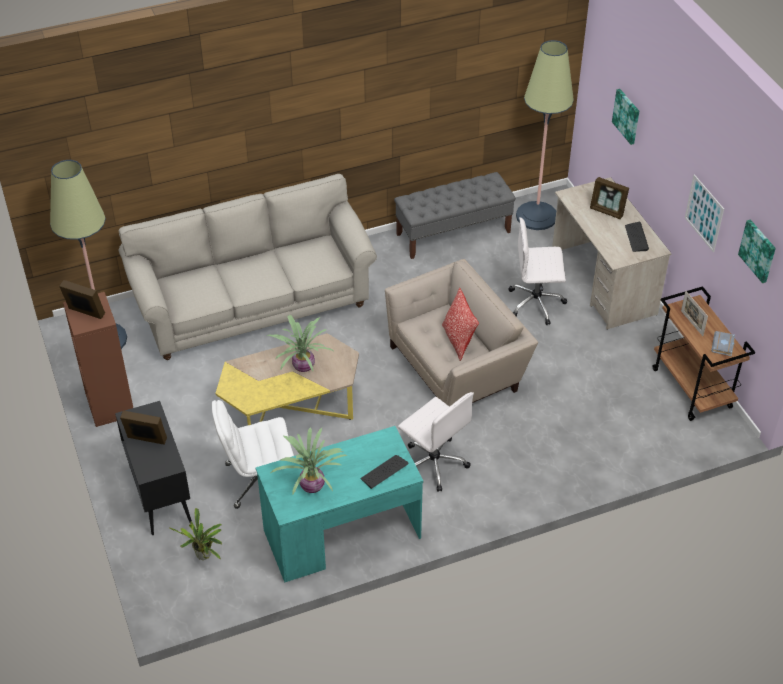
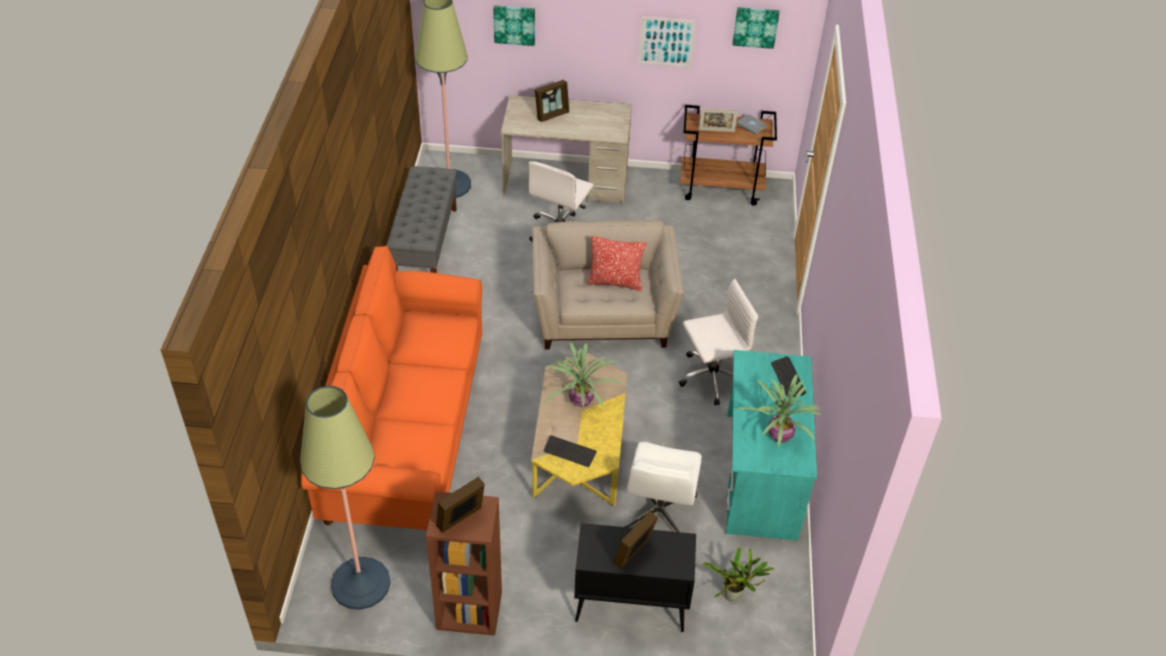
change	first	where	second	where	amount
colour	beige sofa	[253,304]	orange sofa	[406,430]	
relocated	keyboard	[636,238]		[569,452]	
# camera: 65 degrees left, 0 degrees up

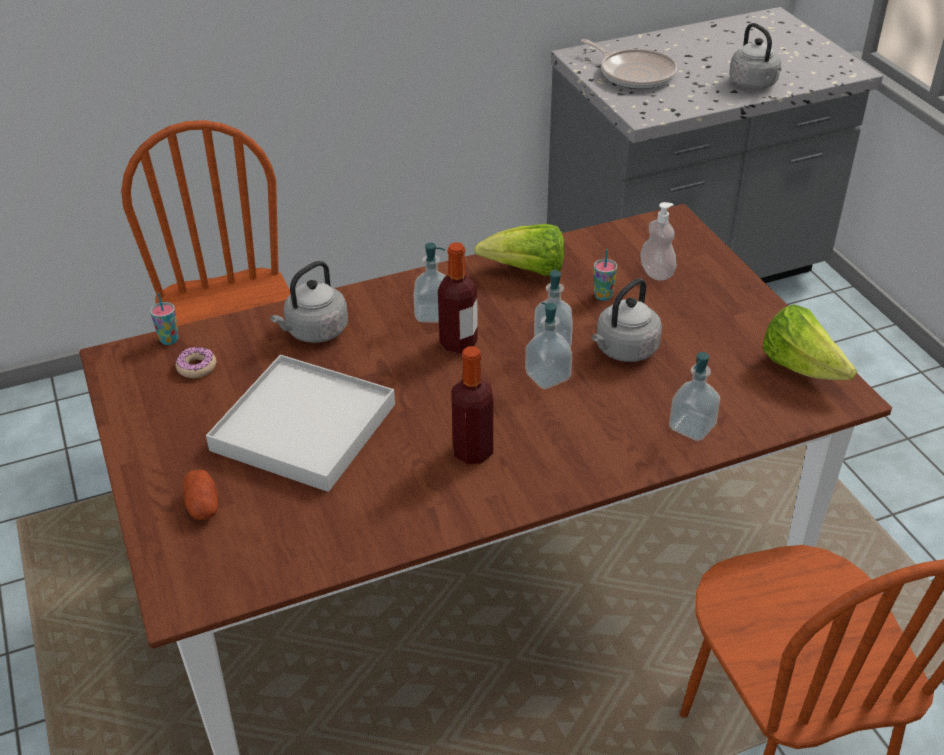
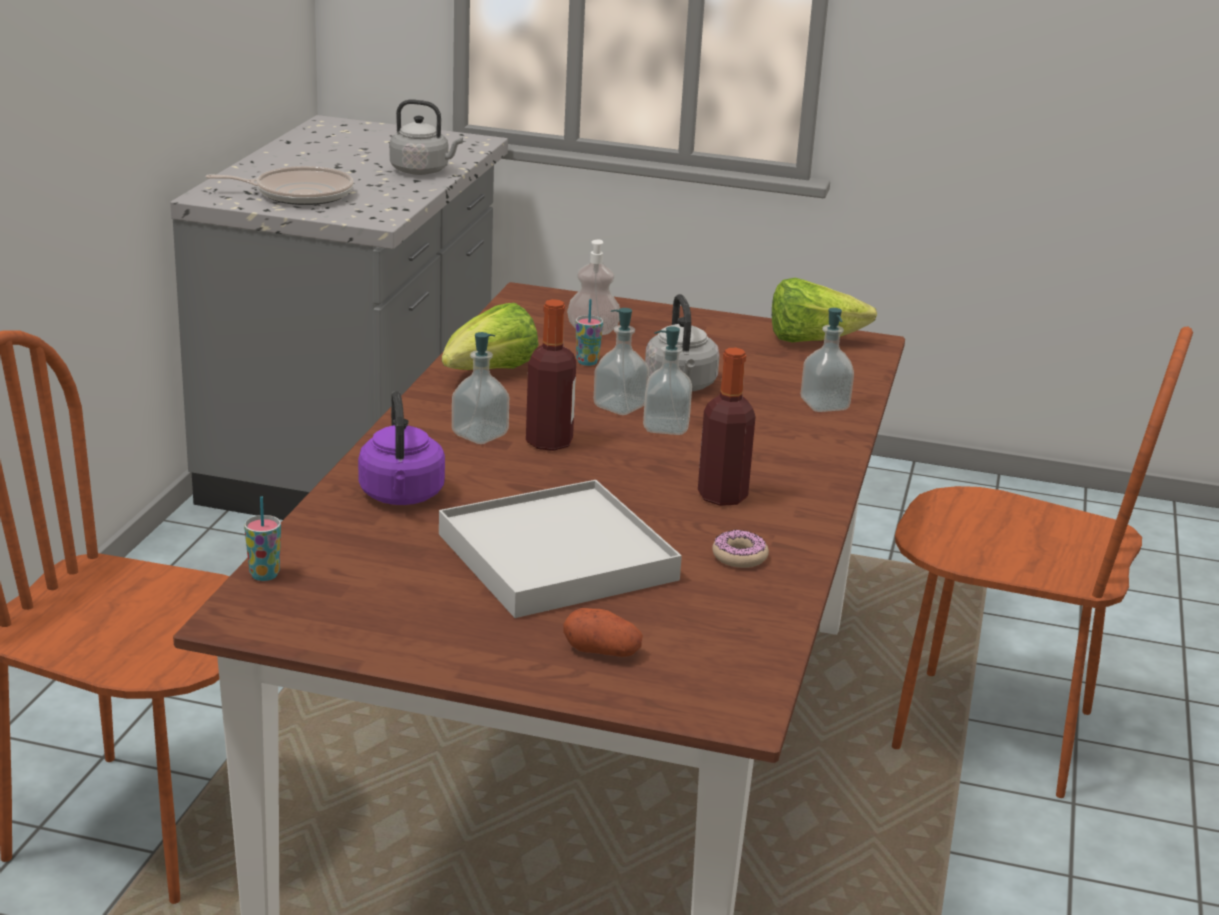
change	first	where	second	where	amount
colour	grey kettle	[314,332]	purple kettle	[402,496]	
relocated	donut	[196,367]		[739,557]	
# camera: 55 degrees left, 15 degrees down

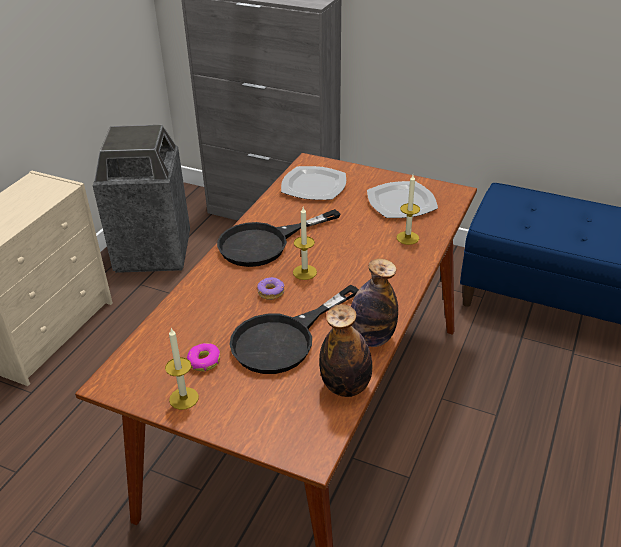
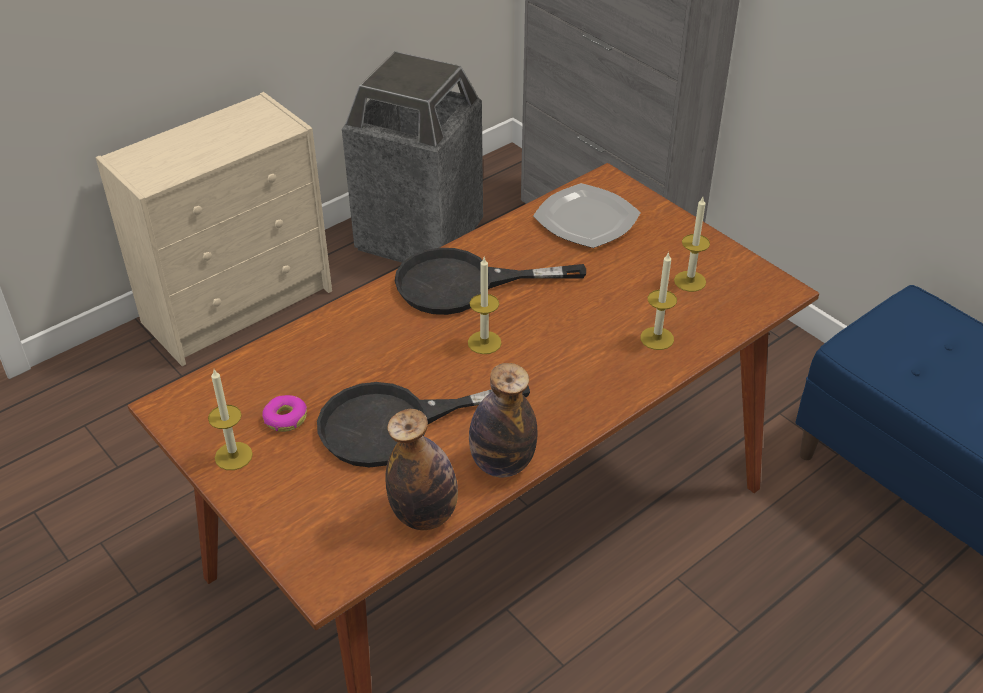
change	first	where	second	where	amount
exchanged	plate	[401,202]	candle	[690,281]	
missing	donut	[271,292]			
# camera: 25 degrees right, 5 degrees up

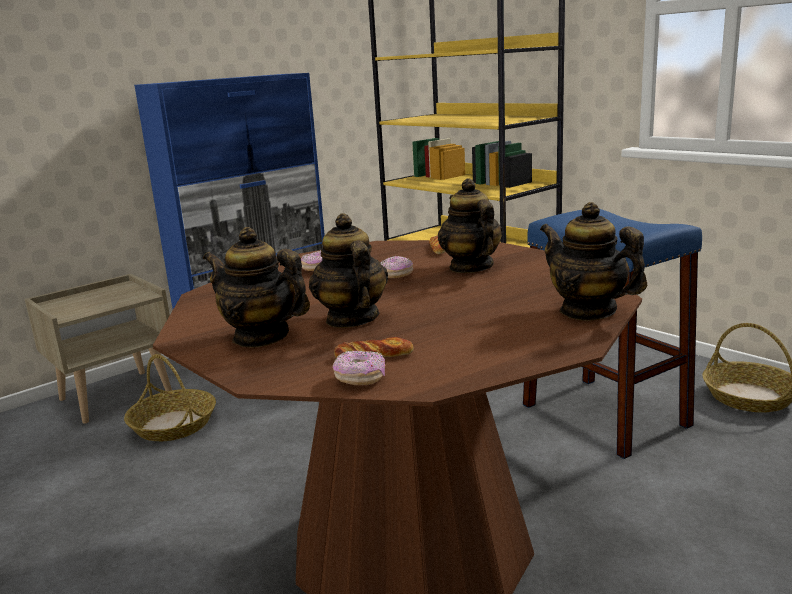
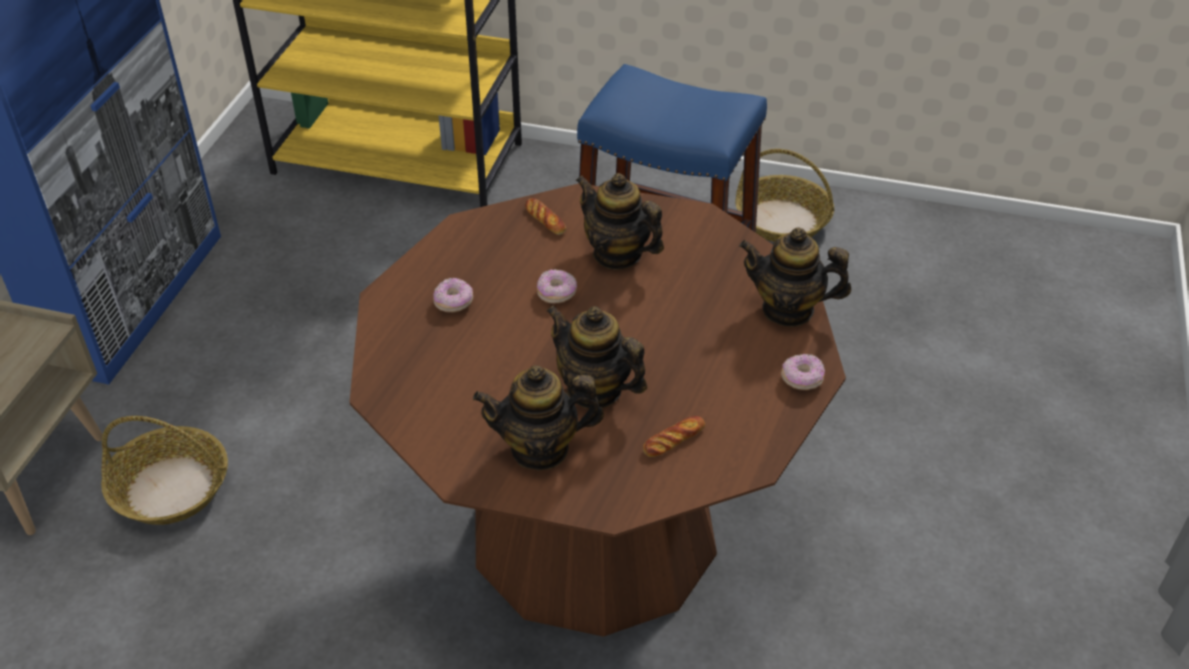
change	first	where	second	where	amount
relocated	donut	[360,379]		[802,379]	
# camera: 35 degrees left, 25 degrees up

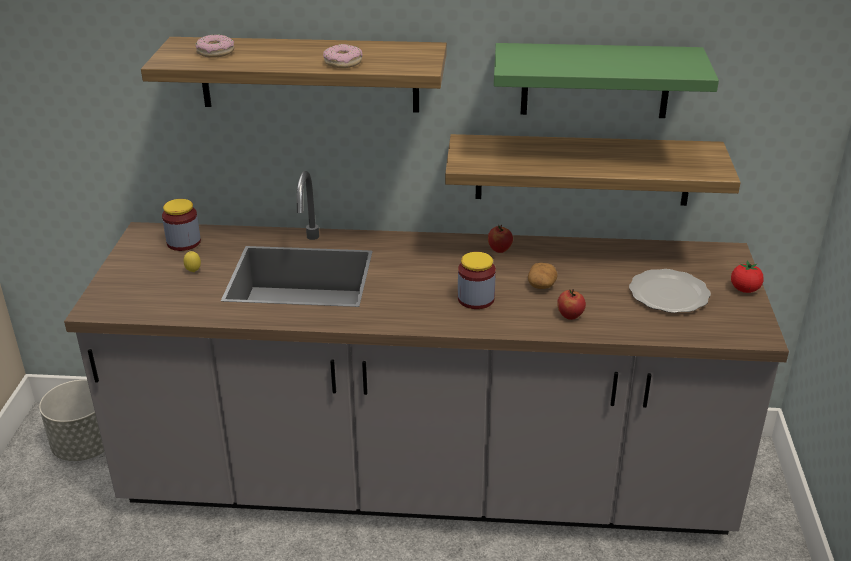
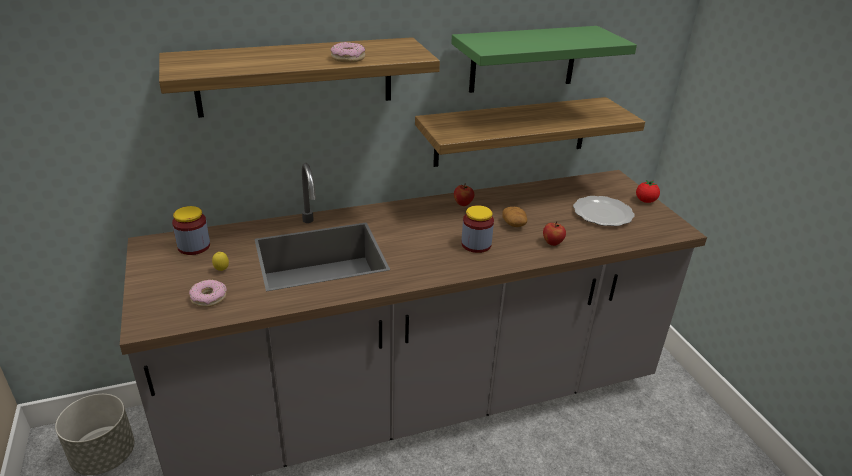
change	first	where	second	where	amount
relocated	donut	[215,52]		[209,298]	
# camera: 25 degrees left, 0 degrees up

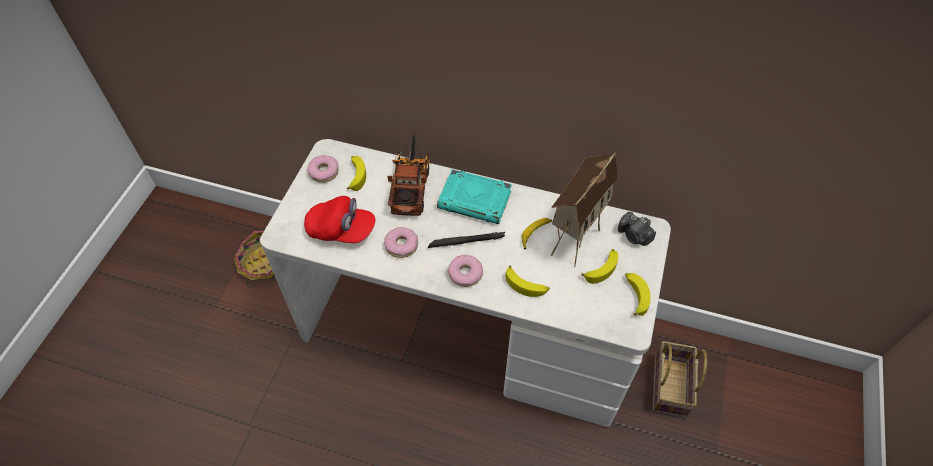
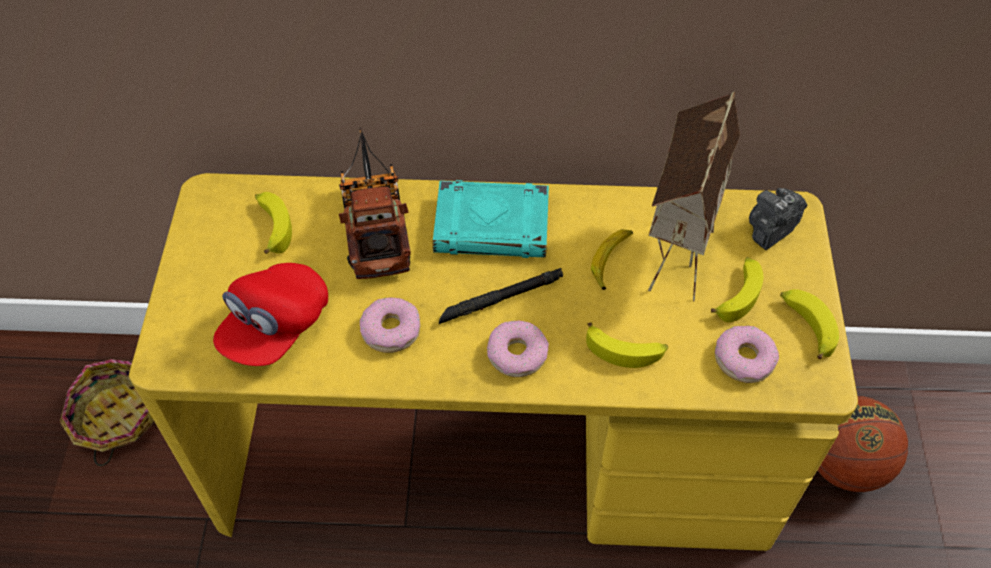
change	first	where	second	where	amount
colour	white desk	[466,328]	yellow desk	[495,445]	
spun	red cap	[341,230]		[275,327]	120 degrees clockwise
relocated	donut	[323,172]		[744,359]	
spun	photo camera	[634,236]		[771,229]	105 degrees clockwise
exchanged	basket	[670,389]	basketball	[844,464]	
# camera: 15 degrees left, 0 degrees up

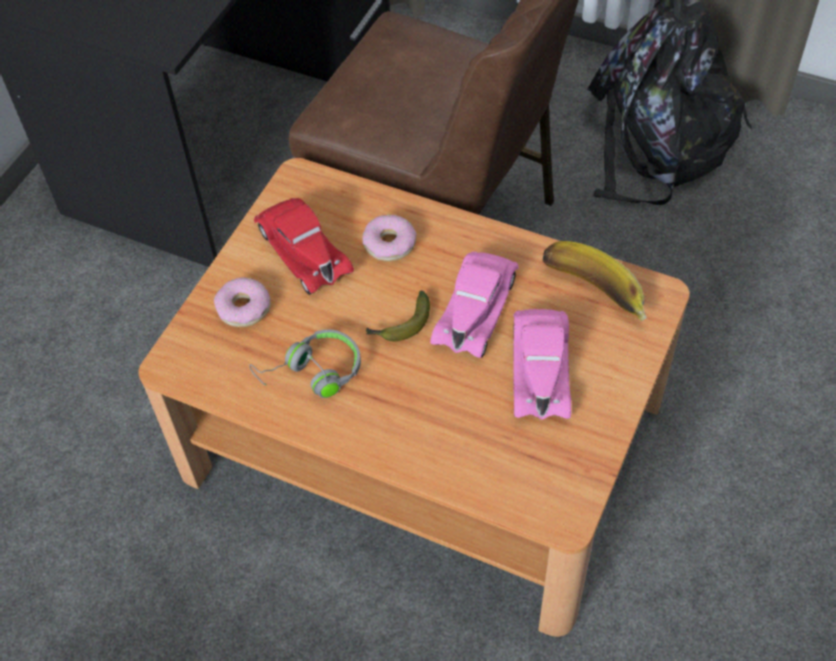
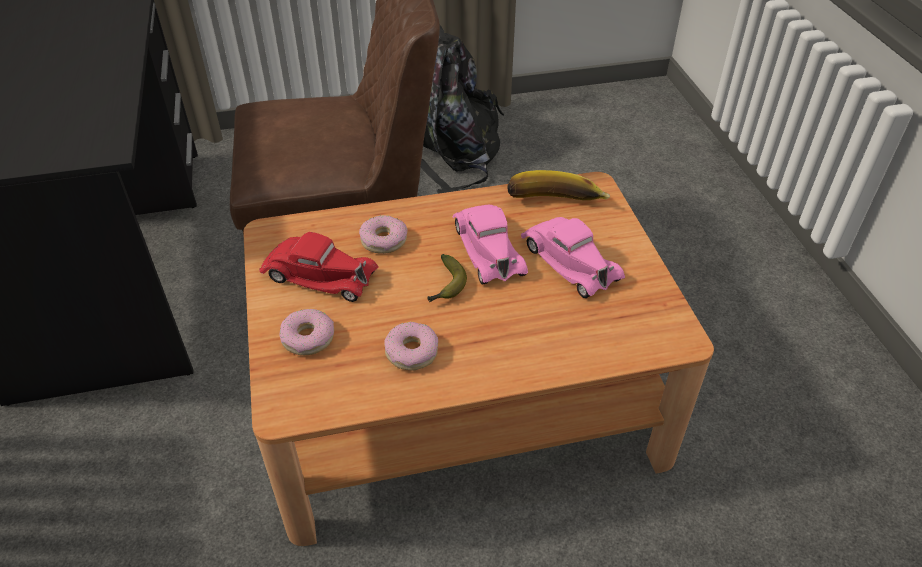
change	first	where	second	where	amount
exchanged	grey headphones	[313,373]	donut	[411,352]	
# camera: 40 degrees left, 10 degrees down

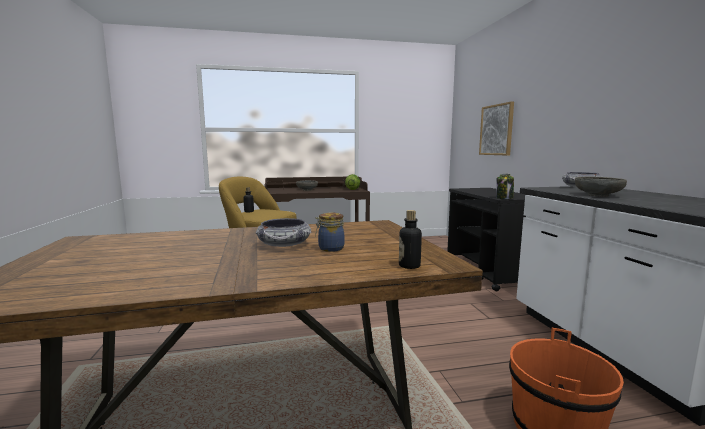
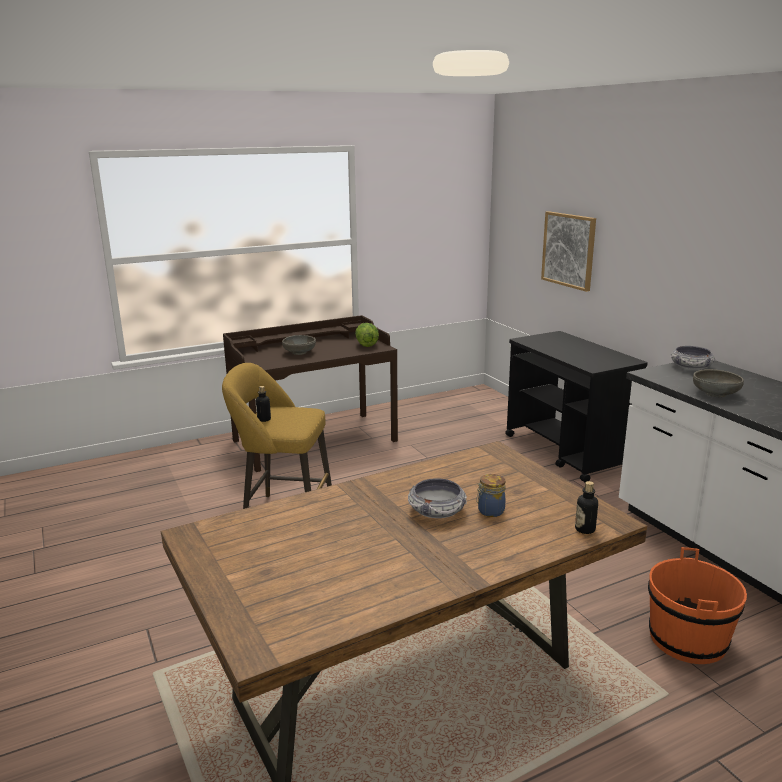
change	first	where	second	where	amount
missing	jar	[504,198]			
# camera: 15 degrees left, 10 degrees up

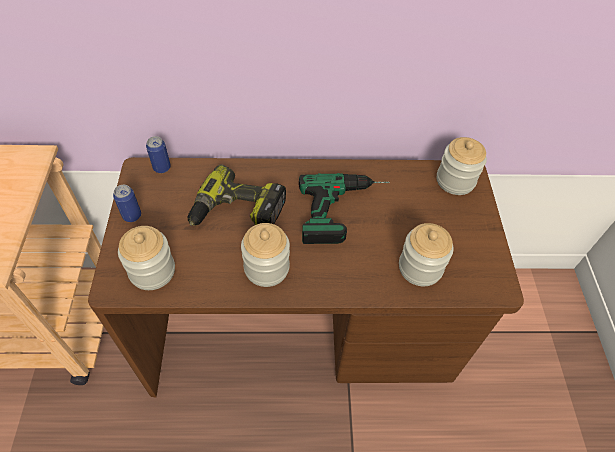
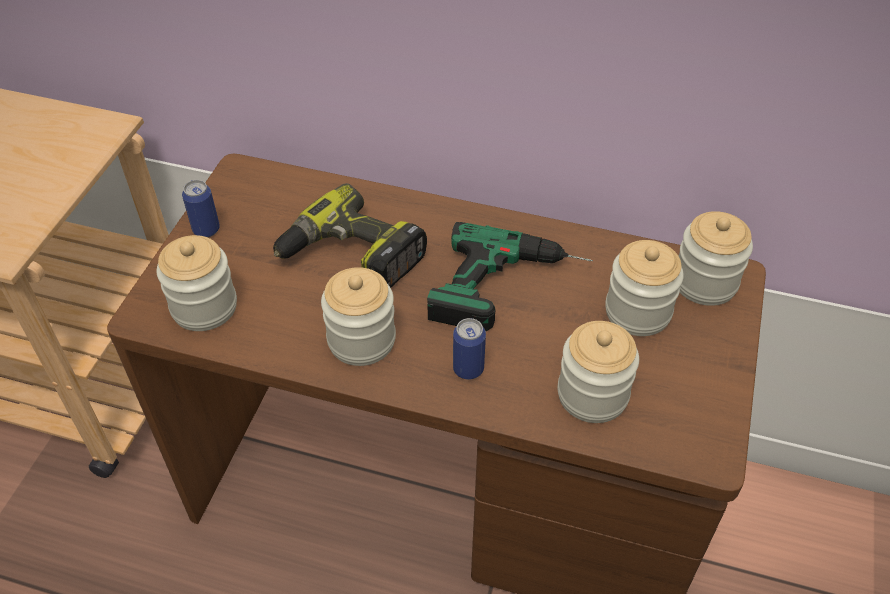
change	first	where	second	where	amount
relocated	can	[162,167]		[468,369]	
appeared			jar	[637,312]	
# camera: 20 degrees right, 5 degrees down

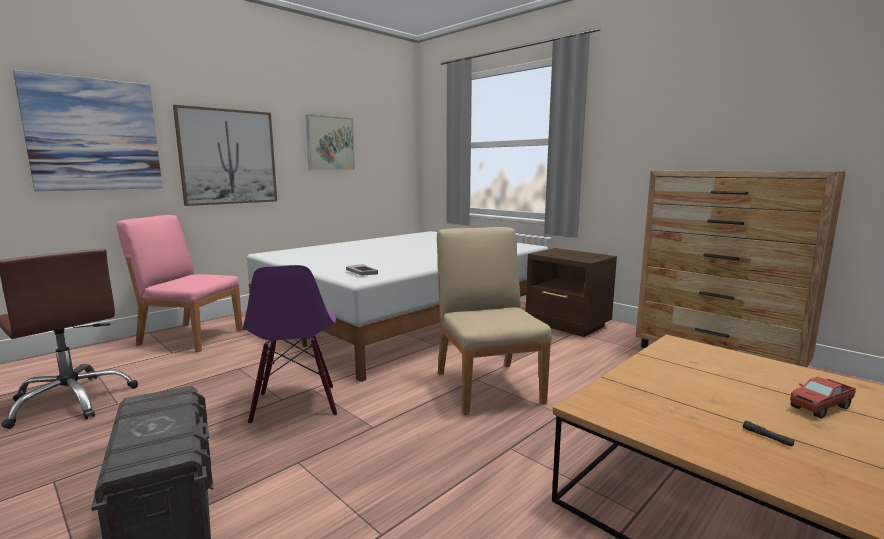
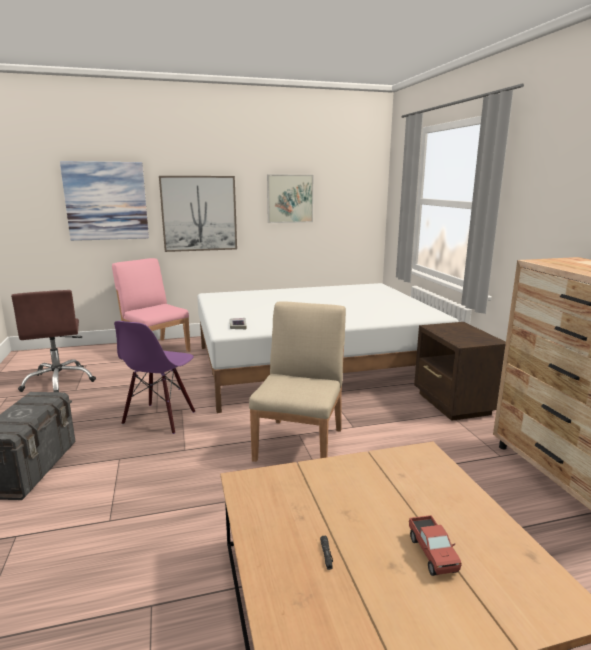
change	first	where	second	where	amount
spun	toy truck	[820,407]		[432,554]	105 degrees counterclockwise
# camera: 30 degrees right, 5 degrees up

